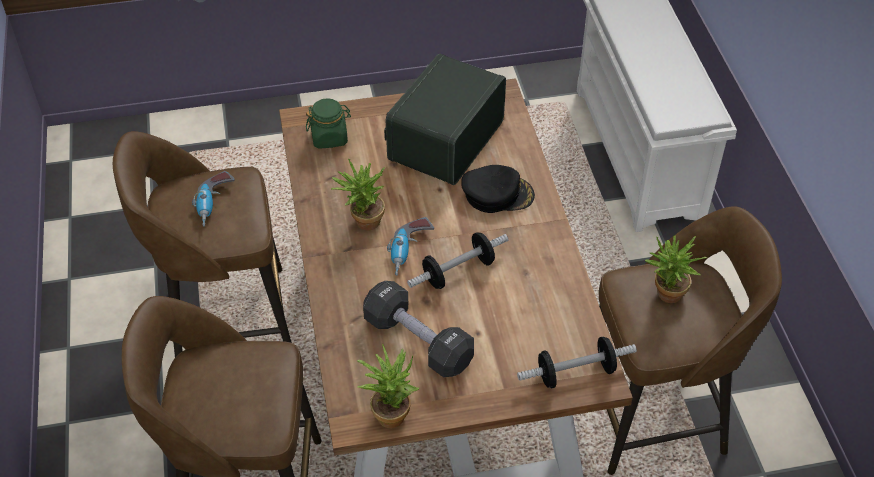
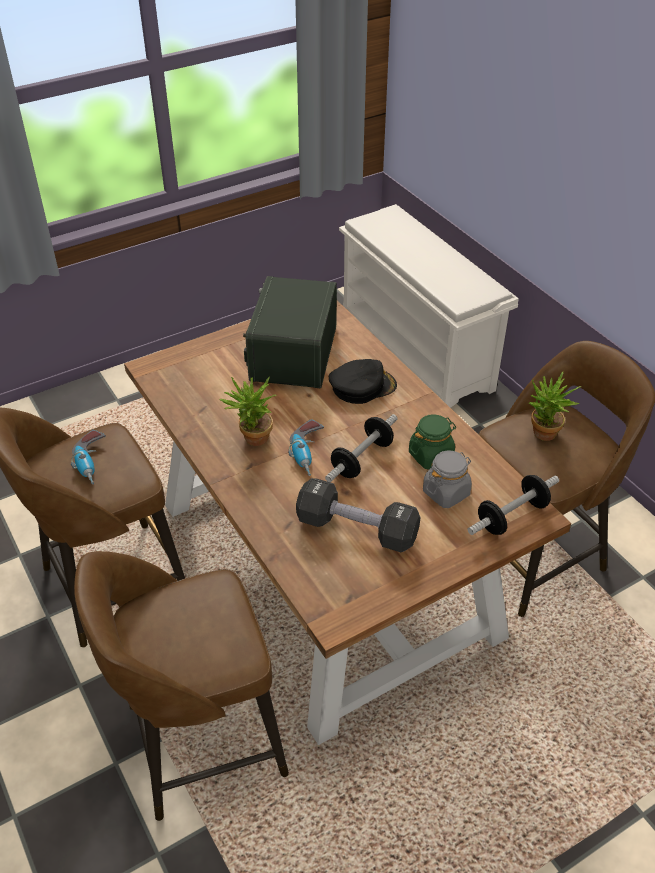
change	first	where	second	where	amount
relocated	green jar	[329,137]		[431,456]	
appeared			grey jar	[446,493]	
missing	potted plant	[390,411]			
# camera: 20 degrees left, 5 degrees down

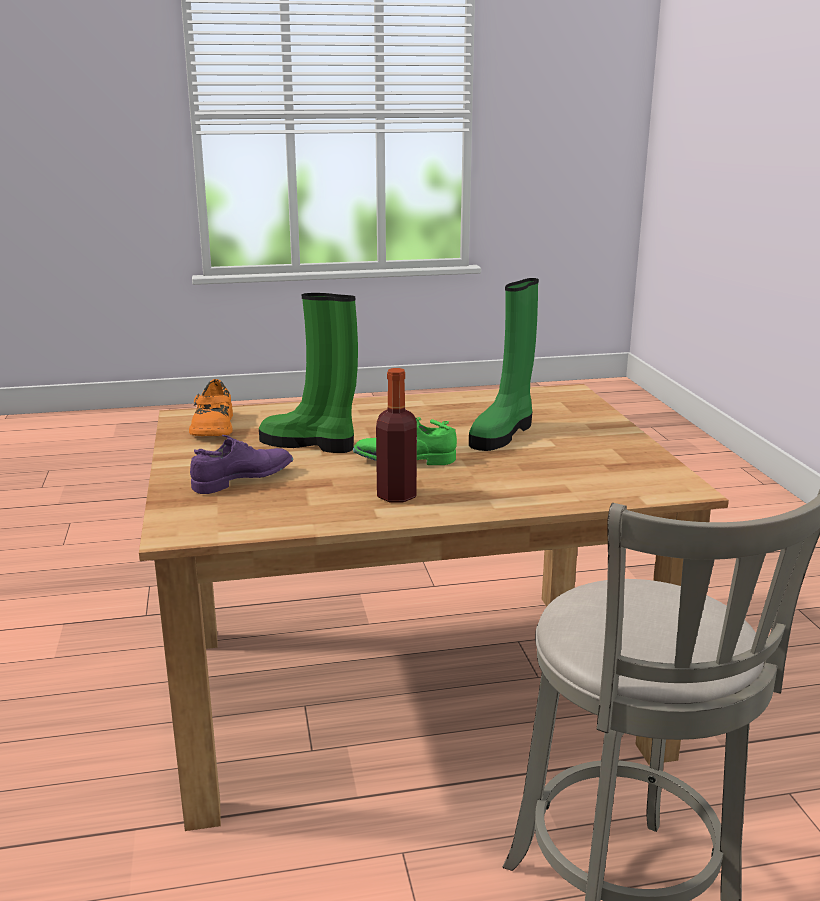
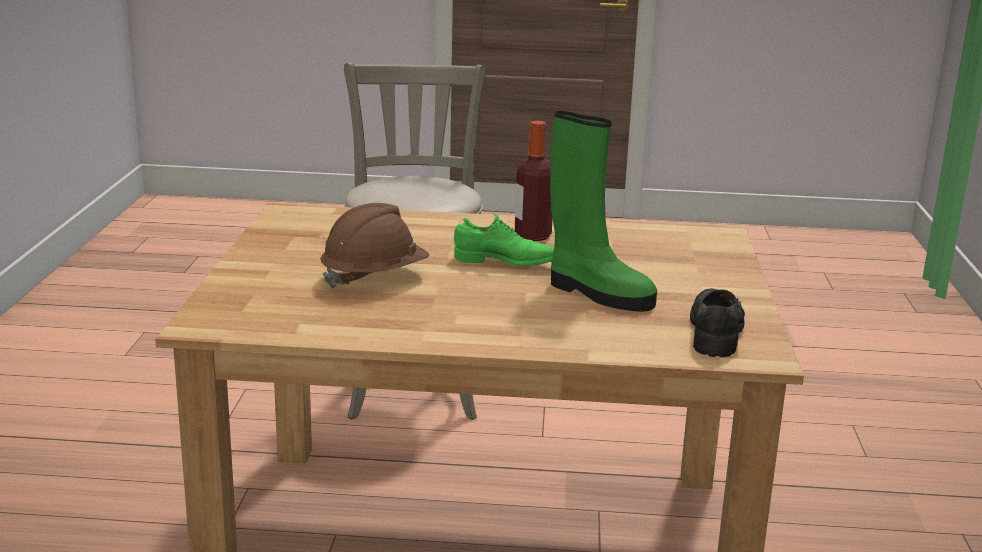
change	first	where	second	where	amount
exchanged	green boot	[502,434]	brown hard hat	[374,277]	
colour	orange shoe	[213,427]	black shoe	[716,332]	
missing	purple shoe	[243,479]			
# camera: 165 degrees left, 0 degrees up

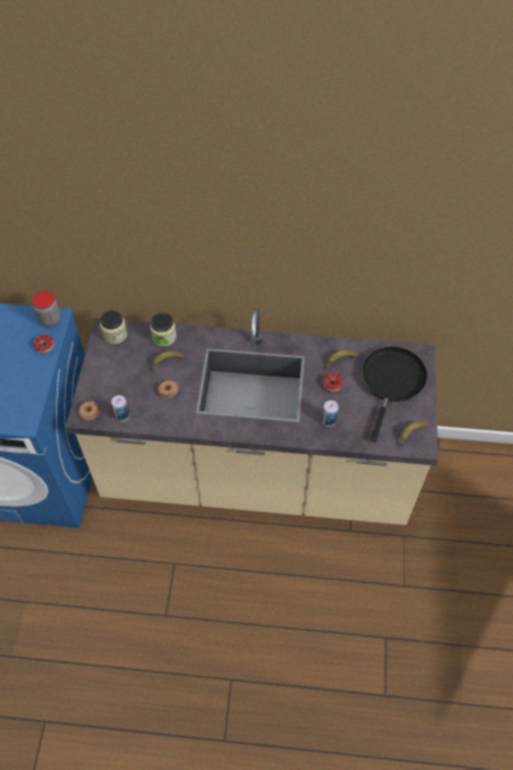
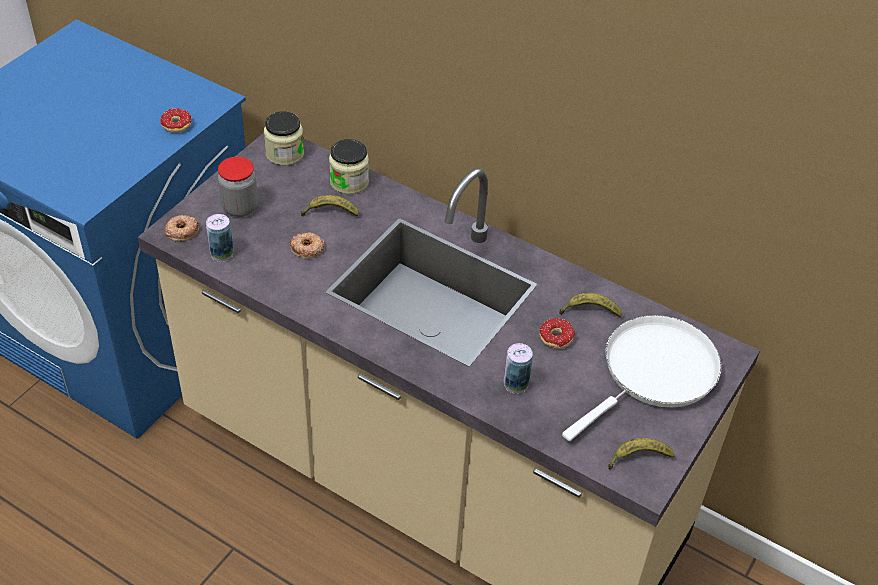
change	first	where	second	where	amount
relocated	jar	[50,320]		[240,207]	
colour	black frying pan	[392,381]	white frying pan	[654,372]	
# camera: 25 degrees right, 10 degrees down

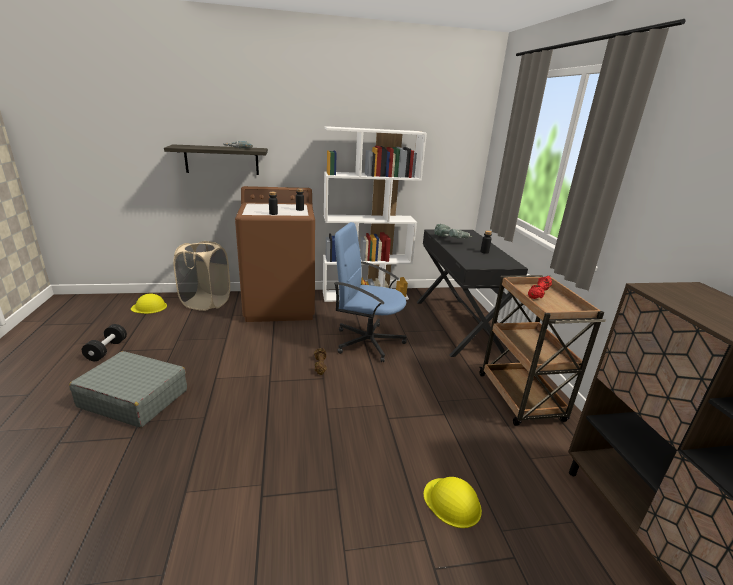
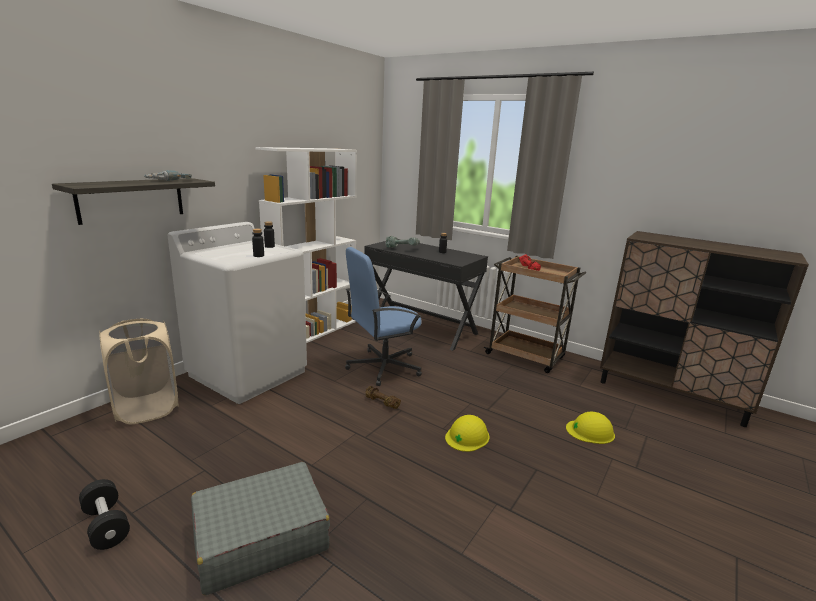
change	first	where	second	where	amount
colour	brown washing machine	[280,305]	white washing machine	[248,373]	
relocated	yellow hard hat	[149,307]		[467,436]	
# camera: 45 degrees left, 5 degrees down

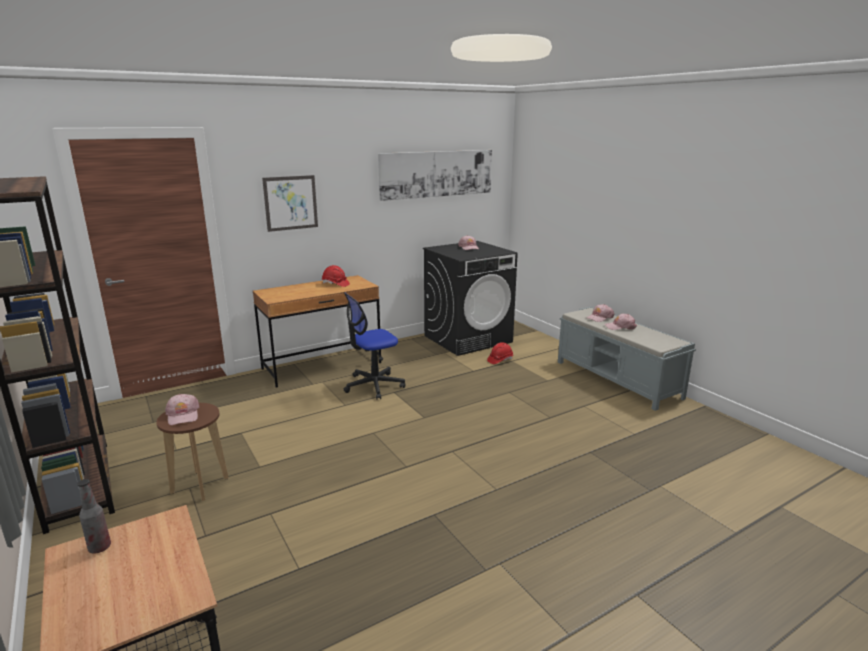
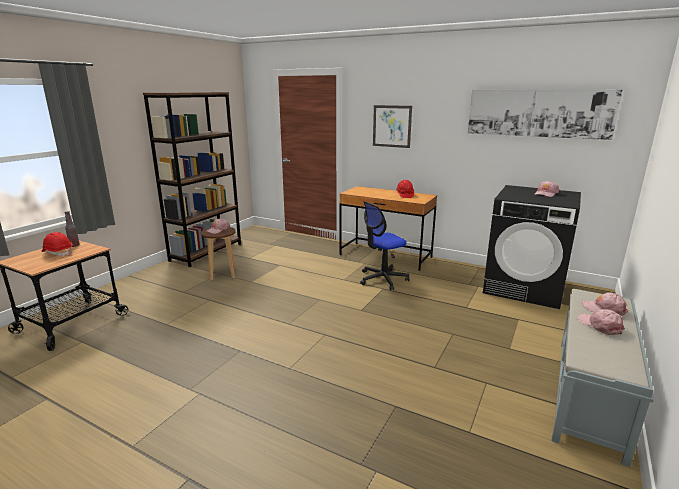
change	first	where	second	where	amount
relocated	red hard hat	[500,360]		[58,252]	
spun	office chair	[373,385]		[382,279]	60 degrees counterclockwise
# camera: 60 degrees right, 0 degrees up

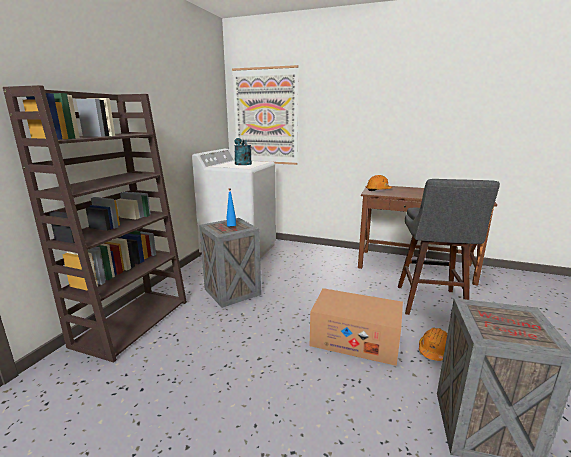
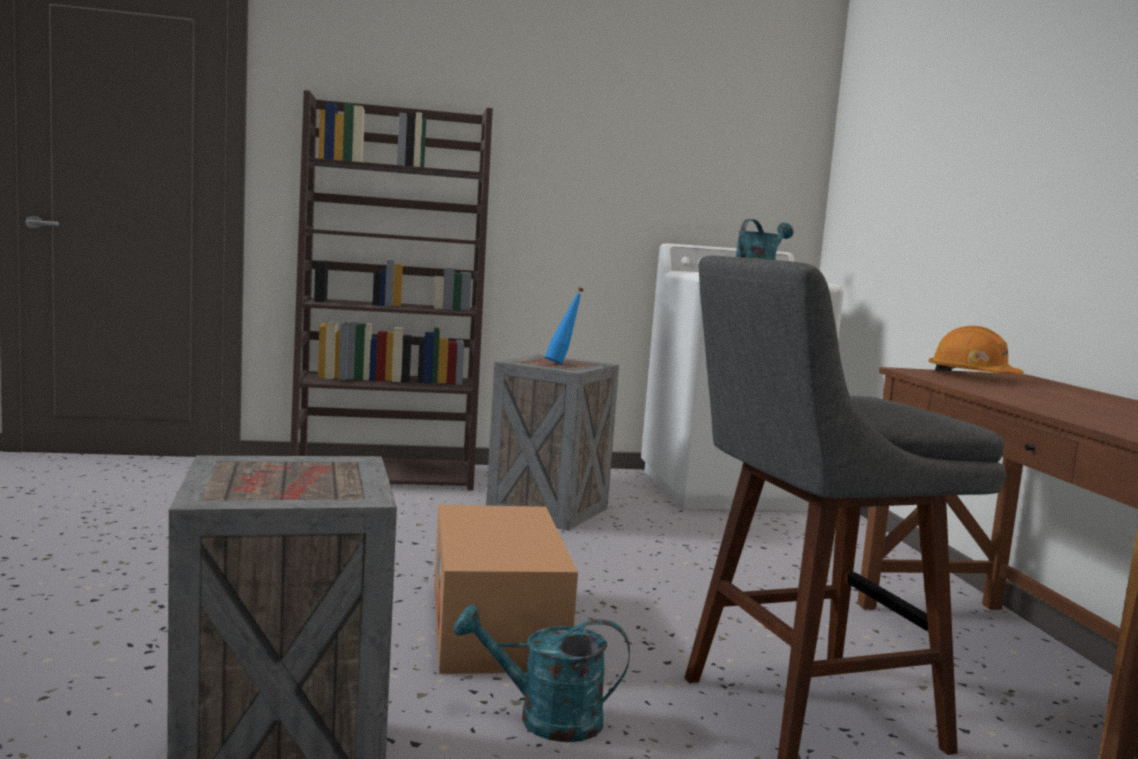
change	first	where	second	where	amount
exchanged	orange hard hat	[434,350]	turquoise watering can	[544,719]	
missing	picture	[265,117]			
# camera: 60 degrees right, 10 degrees down

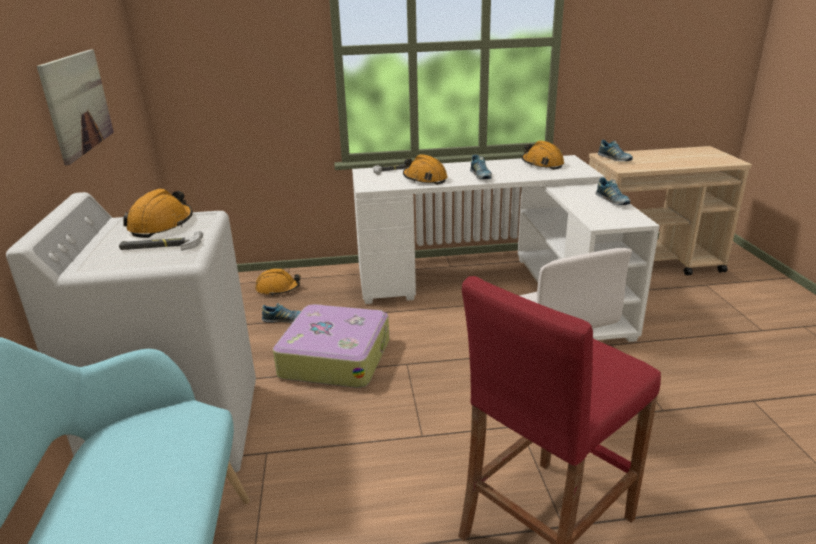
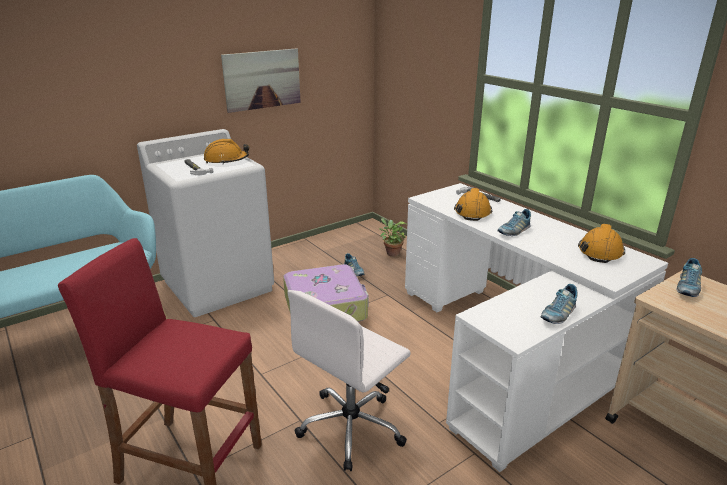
change	first	where	second	where	amount
exchanged	orange hard hat	[278,289]	potted plant	[391,253]	
# camera: 60 degrees right, 0 degrees up

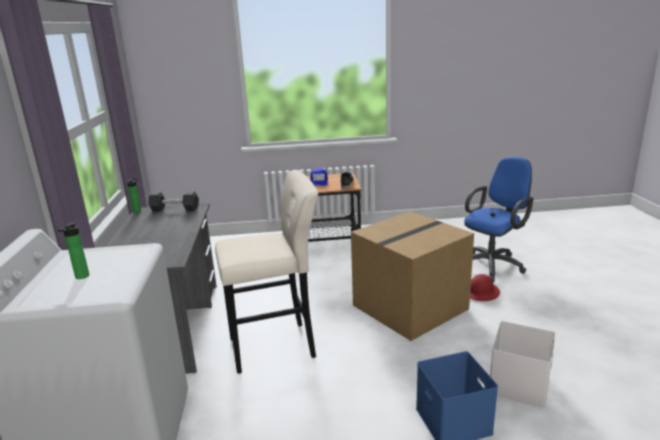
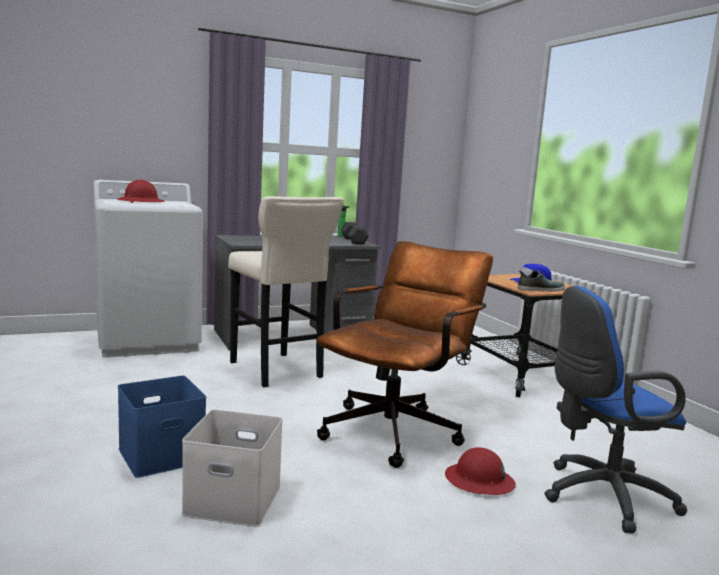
change	first	where	second	where	amount
exchanged	bottle	[80,277]	red hard hat	[141,202]	
exchanged	cardboard box	[410,306]	brown office chair	[397,429]	
spun	blue office chair	[493,265]		[600,496]	135 degrees clockwise
# camera: 70 degrees right, 10 degrees down

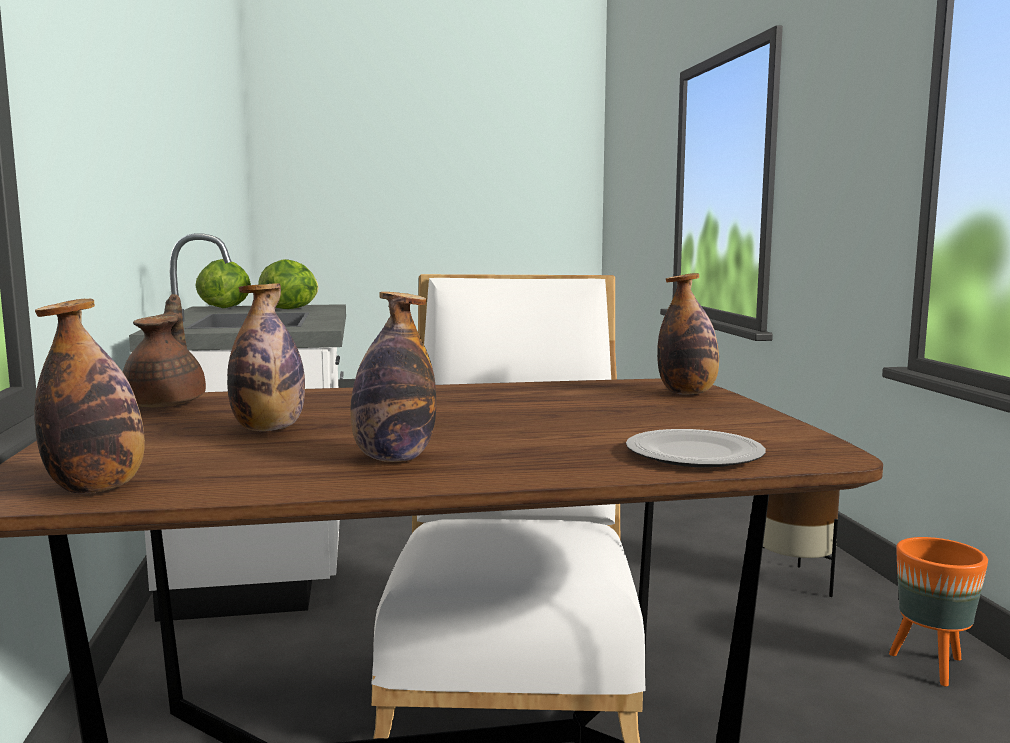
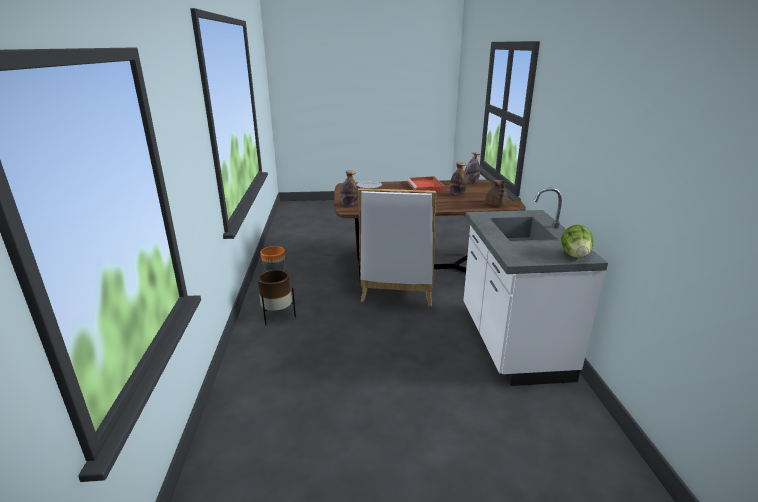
change	first	where	second	where	amount
exchanged	bottle	[393,458]	red tray	[425,186]	
missing	lettuce	[291,308]			
# camera: 175 degrees left, 15 degrees up

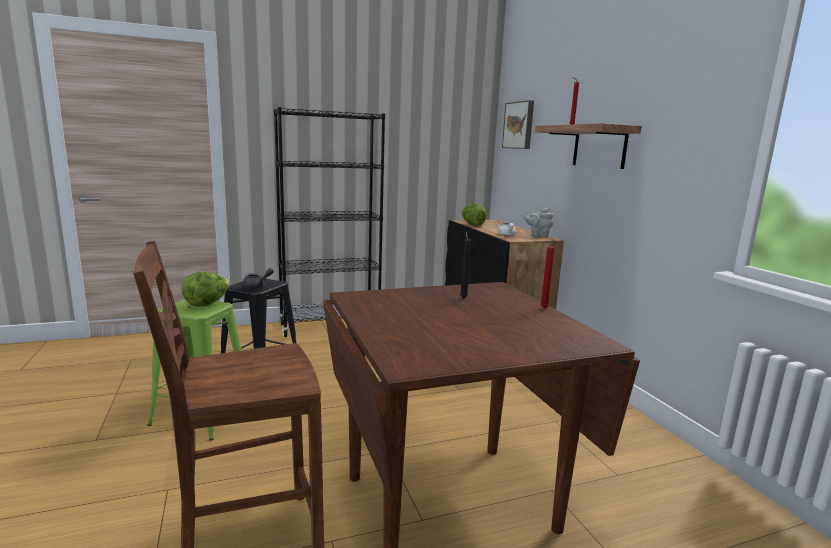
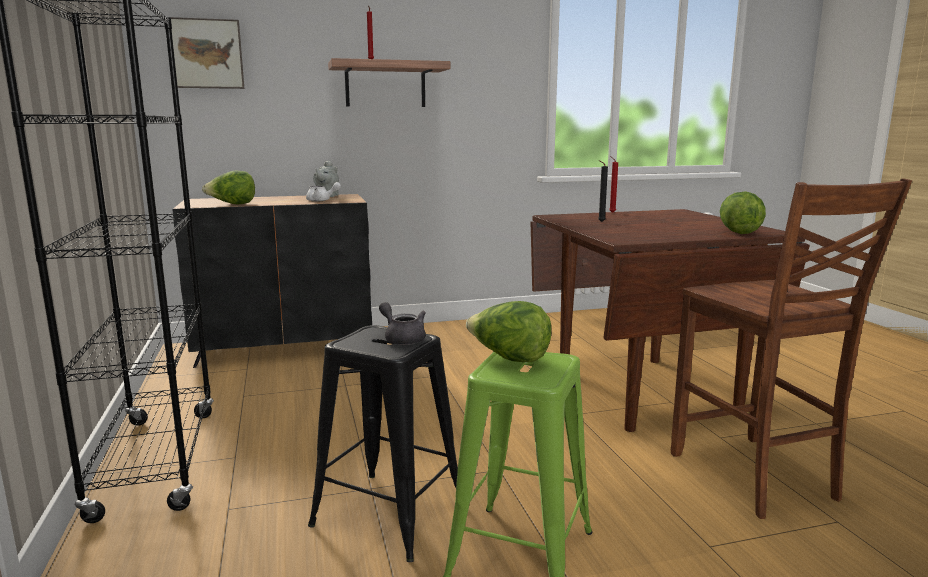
change	first	where	second	where	amount
appeared			lettuce	[738,232]	
# camera: 85 degrees left, 0 degrees up

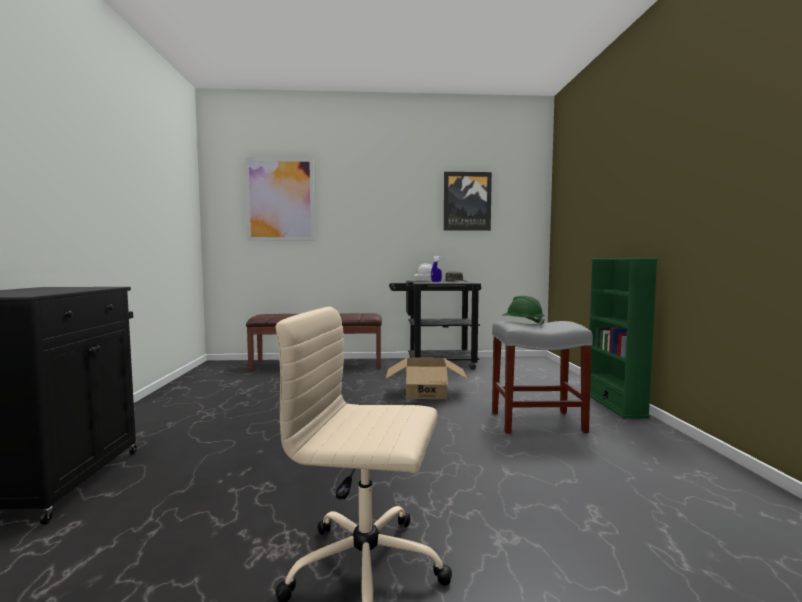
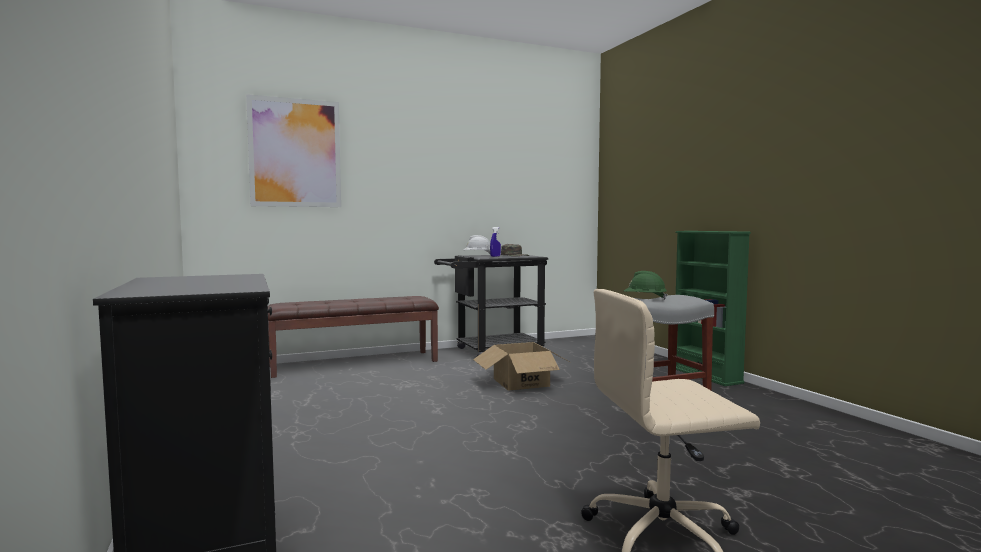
change	first	where	second	where	amount
missing	picture	[467,201]			
# camera: 20 degrees left, 0 degrees up

